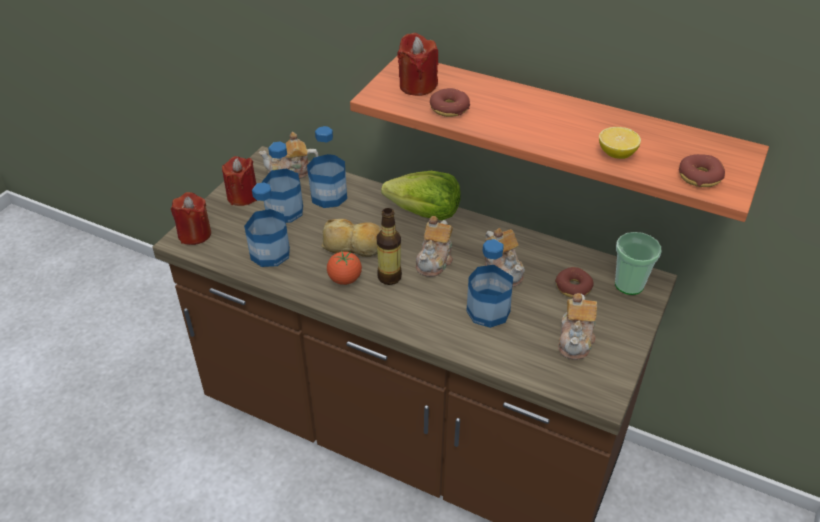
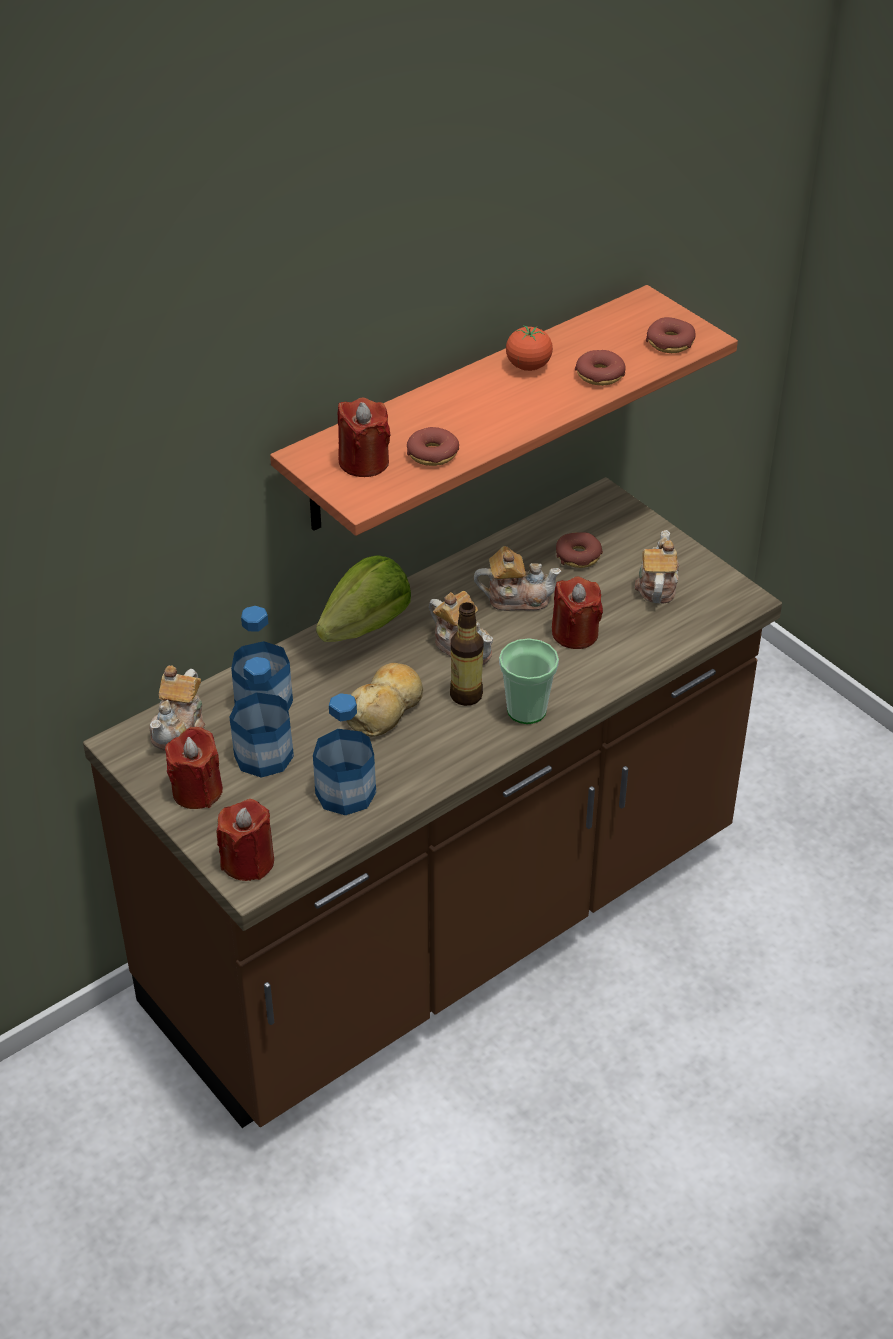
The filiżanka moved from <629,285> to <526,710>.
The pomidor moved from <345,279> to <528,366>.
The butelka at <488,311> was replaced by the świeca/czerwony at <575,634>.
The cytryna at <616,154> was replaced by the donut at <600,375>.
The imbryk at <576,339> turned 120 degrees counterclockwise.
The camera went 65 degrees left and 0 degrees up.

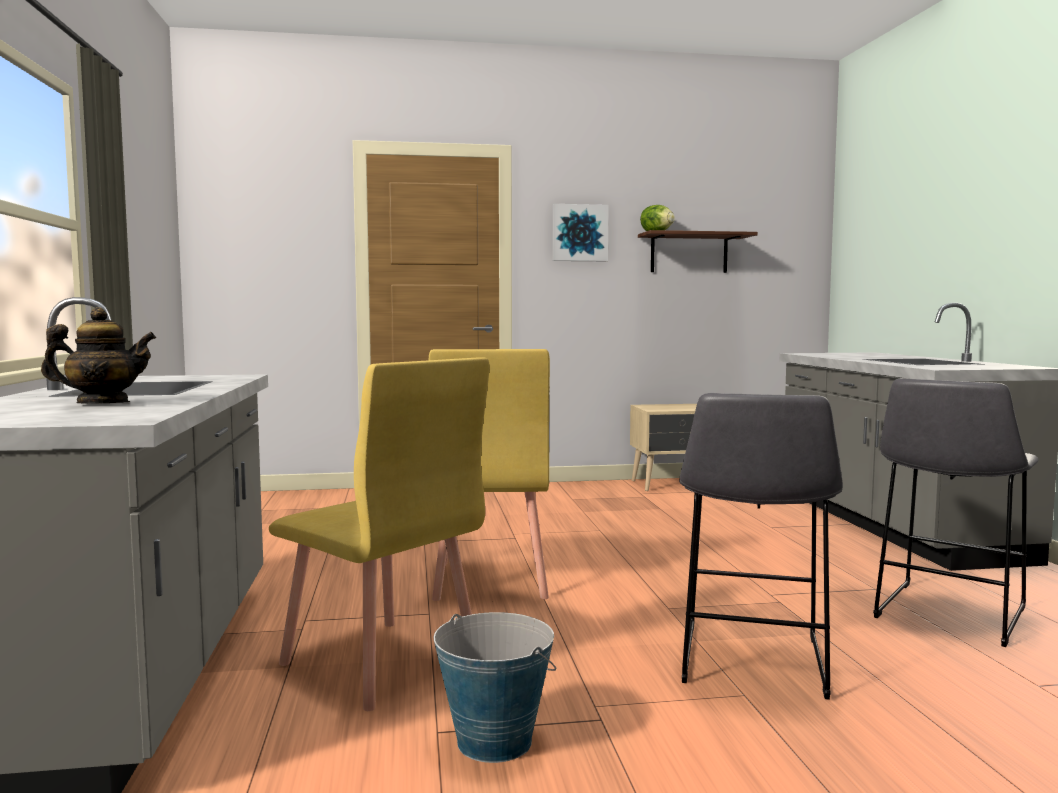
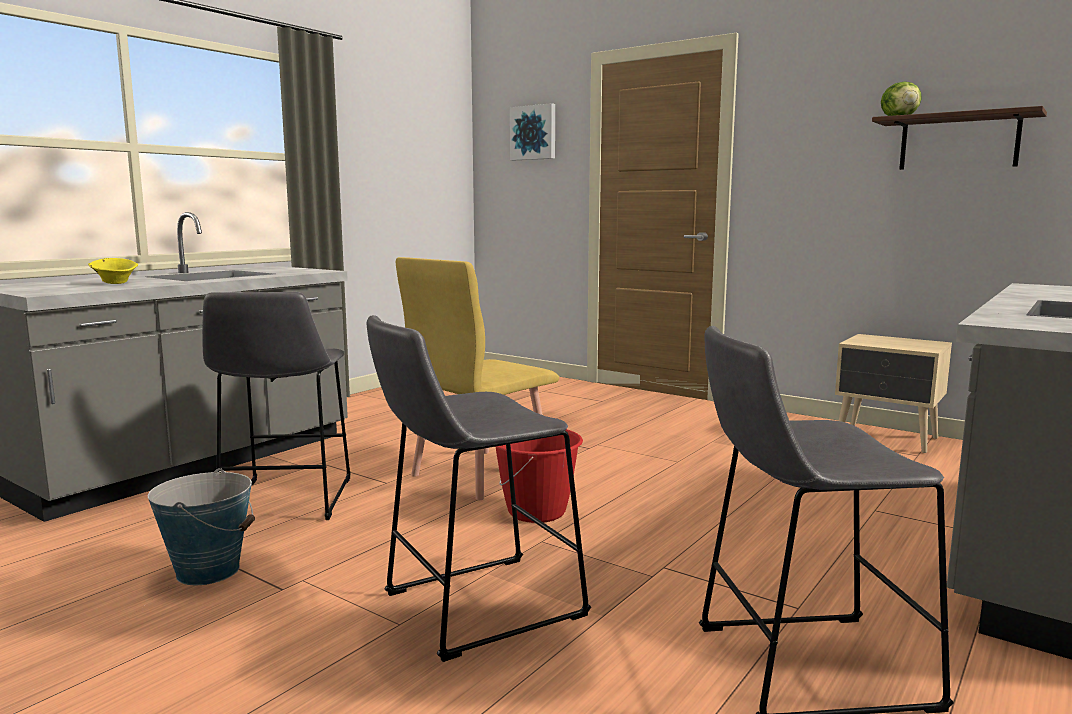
The imbryk at <103,403> was replaced by the miska/żółty at <116,283>.
The krzesło/żółty at <380,663> was replaced by the stołek/szary at <285,502>.
The wiadro/czerwony at <537,512> appeared.
The obraz moved from <579,233> to <534,132>.
The camera went 45 degrees right and 5 degrees up.

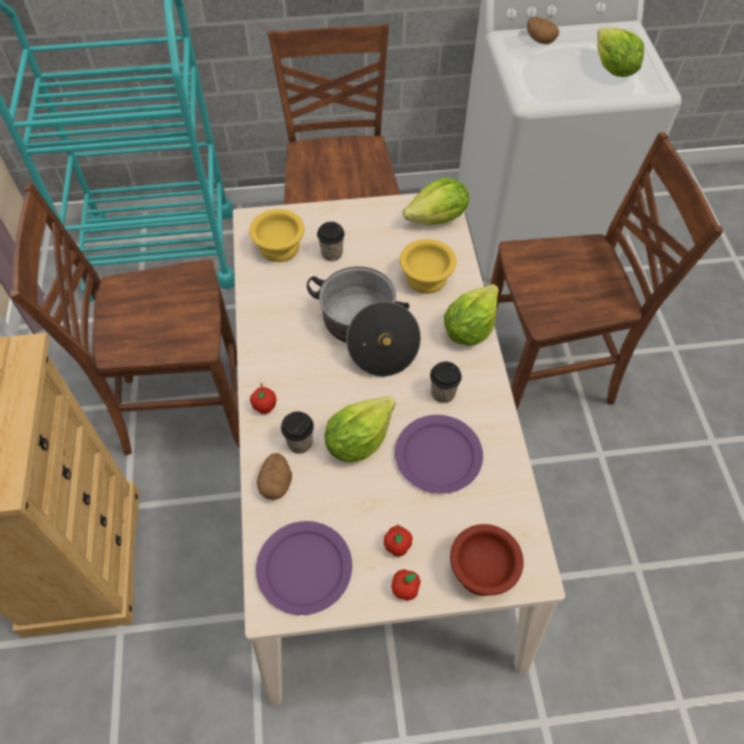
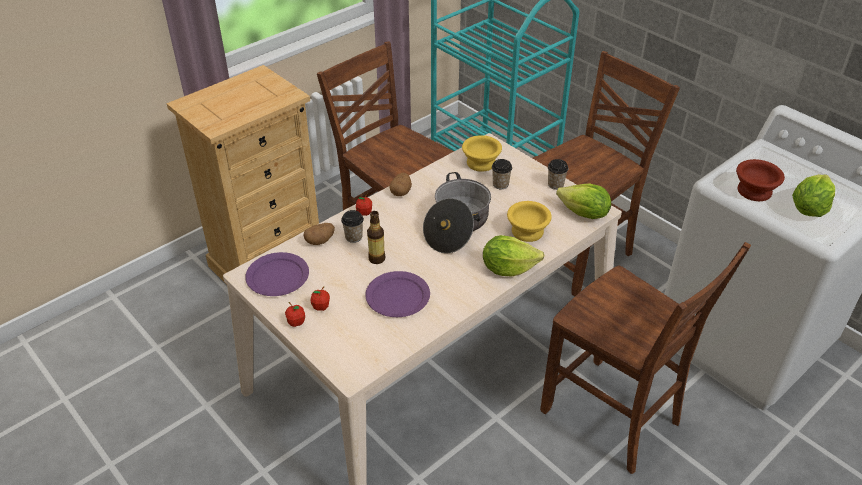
The sałata at <358,440> was replaced by the butelka at <377,259>.
The ziemniak moved from <540,40> to <401,192>.
The filiżanka moved from <443,393> to <555,185>.
The miska/brązowy moved from <482,568> to <755,191>.
The camera went 55 degrees right and 15 degrees down.

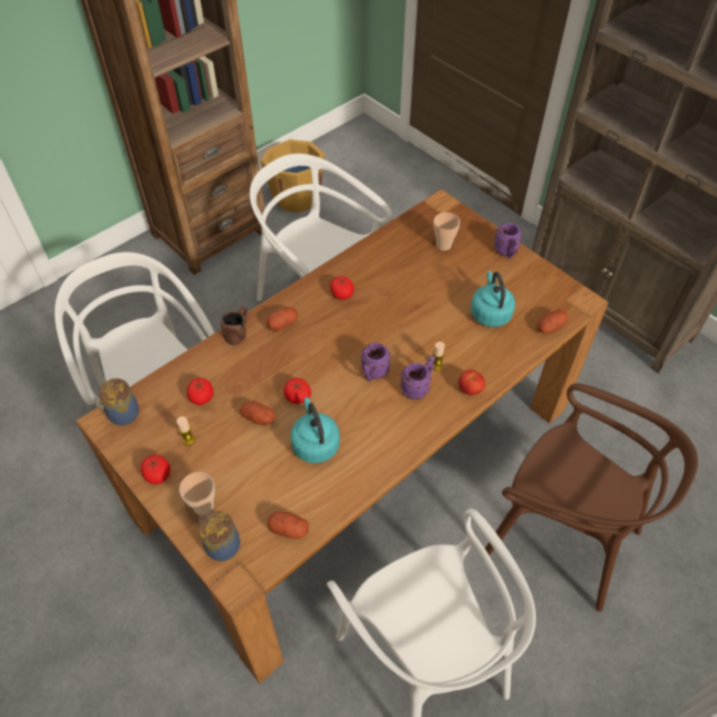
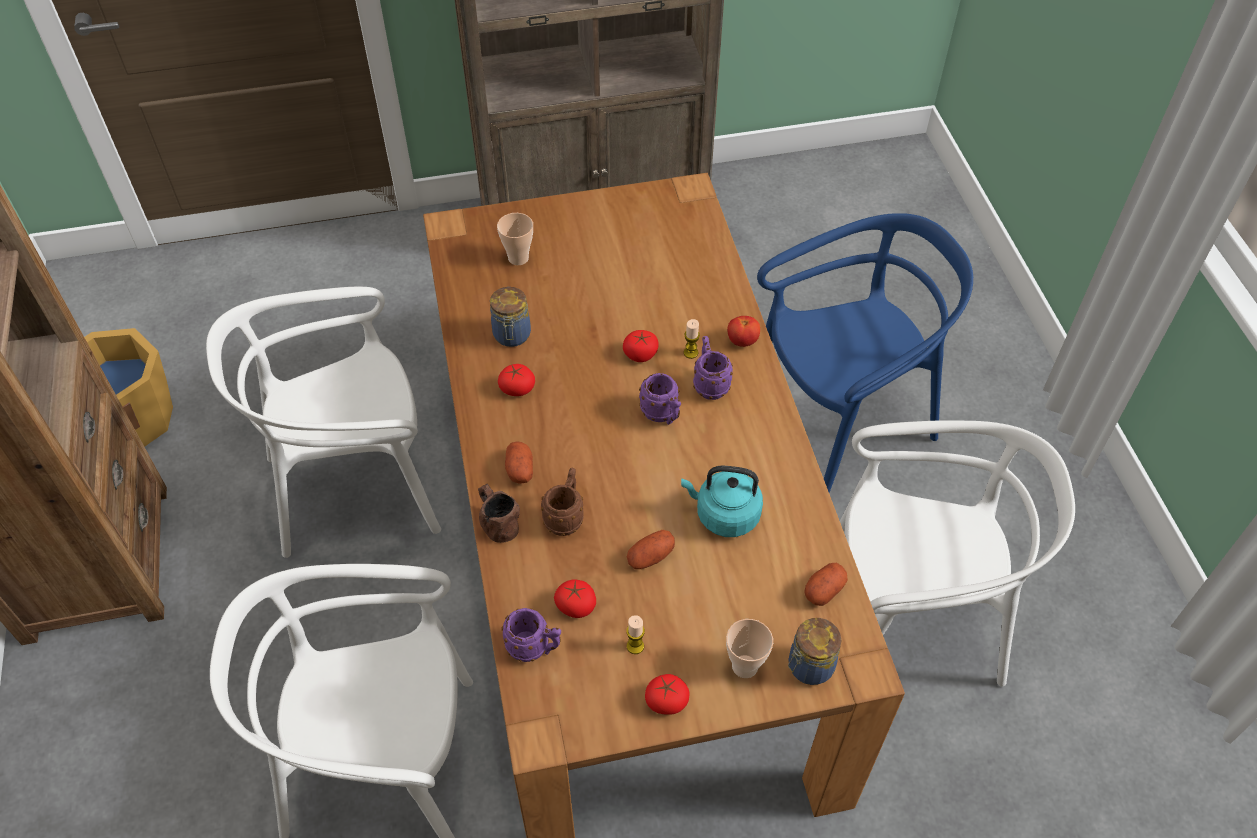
The słoik moved from <122,414> to <512,336>.
The kubek/fioletowy moved from <506,253> to <534,648>.
The kubek/brązowy at <566,517> appeared.
The pomidor moved from <297,396> to <640,354>.
The krzesło/brązowy at <562,536> became the krzesło/niebieski at <841,422>.
The czajnik/turkusowy at <490,313> disappeared.
The ziemniak at <550,327> disappeared.
The camera went 60 degrees left and 0 degrees up.

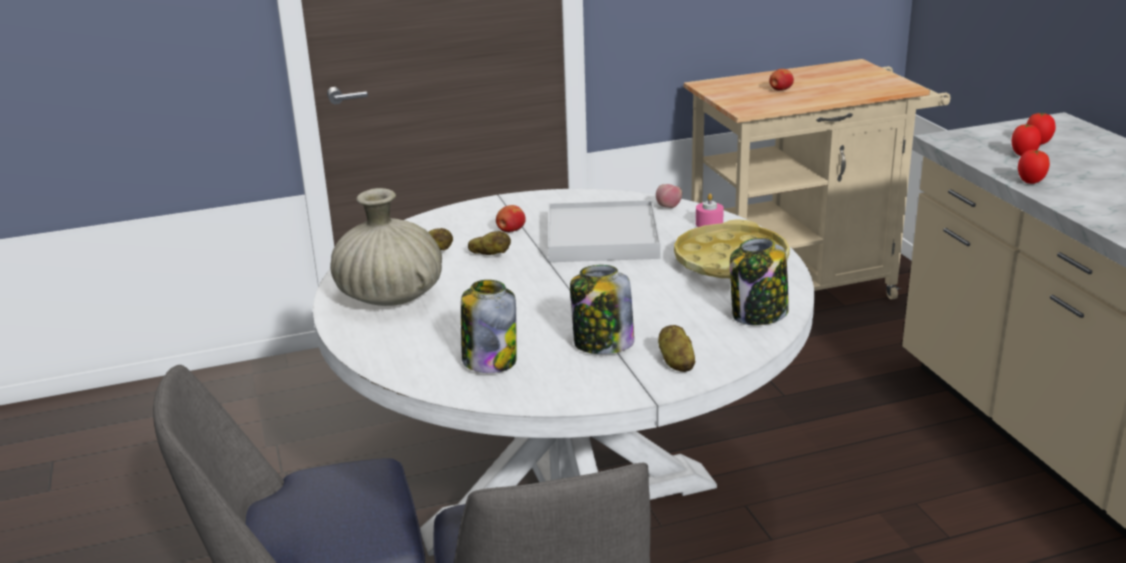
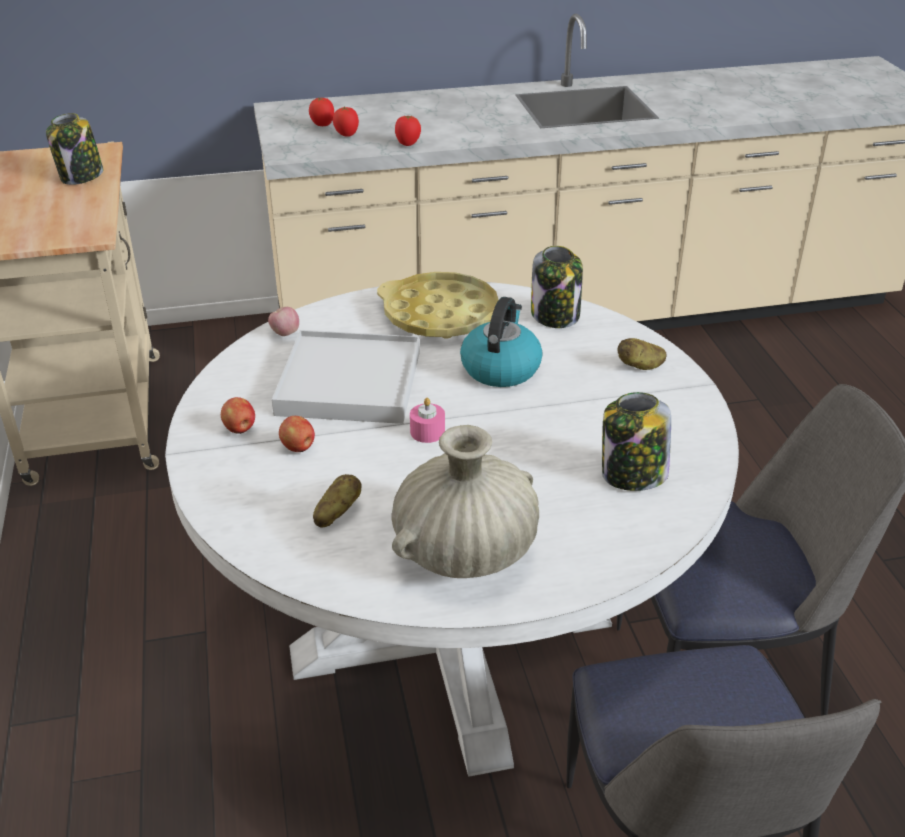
The słoik moved from <602,344> to <81,176>.
The jabłko moved from <780,90> to <240,429>.
The świeca/różowy moved from <709,224> to <427,432>.
The czajnik at <500,368> appeared.
The ziemniak at <490,255> disappeared.
The camera went 85 degrees left and 10 degrees up.

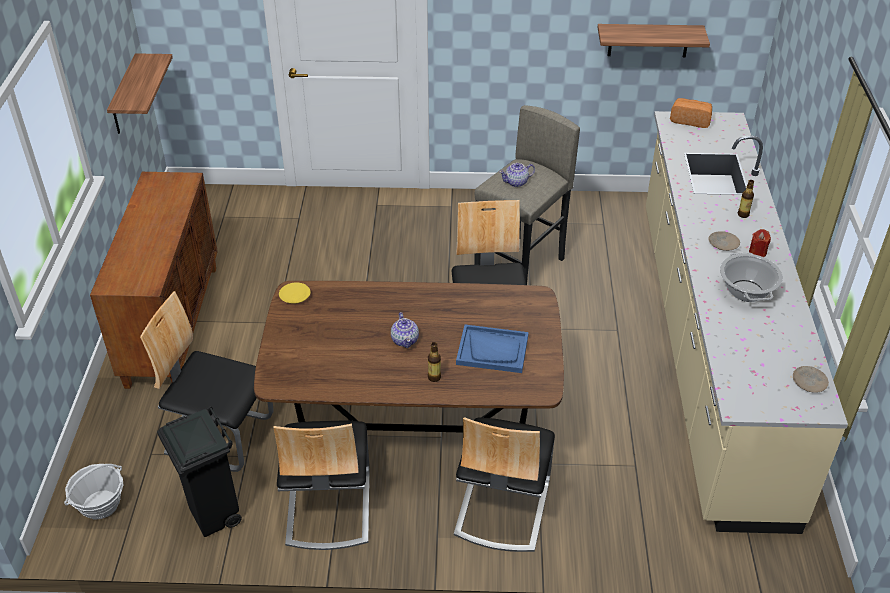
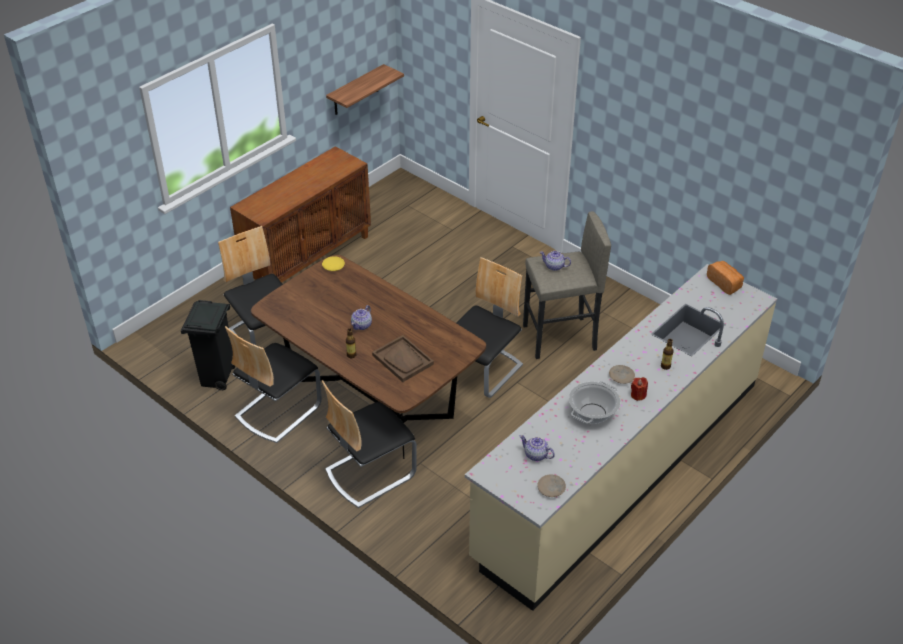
The taca/niebieski at <492,350> became the taca/brązowy at <403,360>.
The imbryk at <536,455> appeared.
The koszyk at <100,504> disappeared.
The półka at <648,40> disappeared.
The camera went 40 degrees right and 0 degrees up.

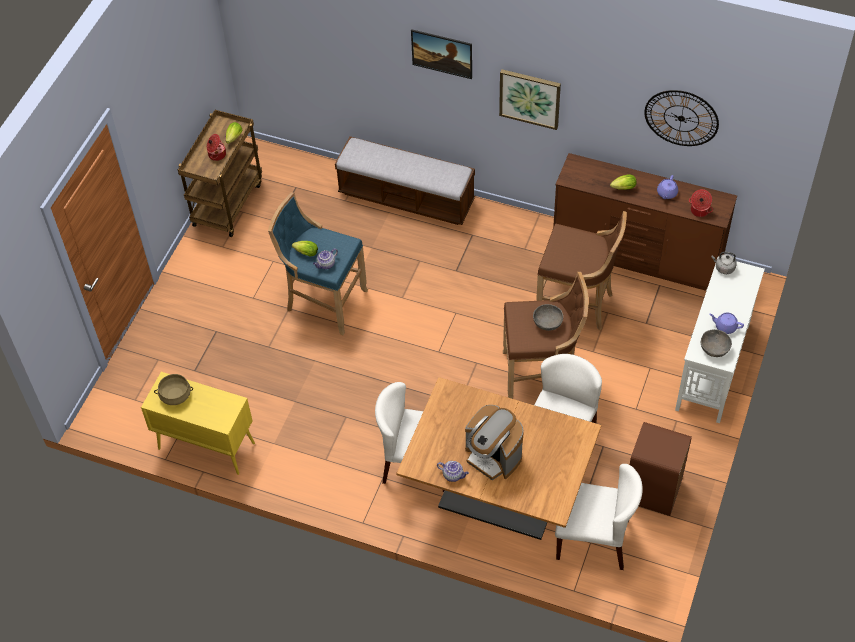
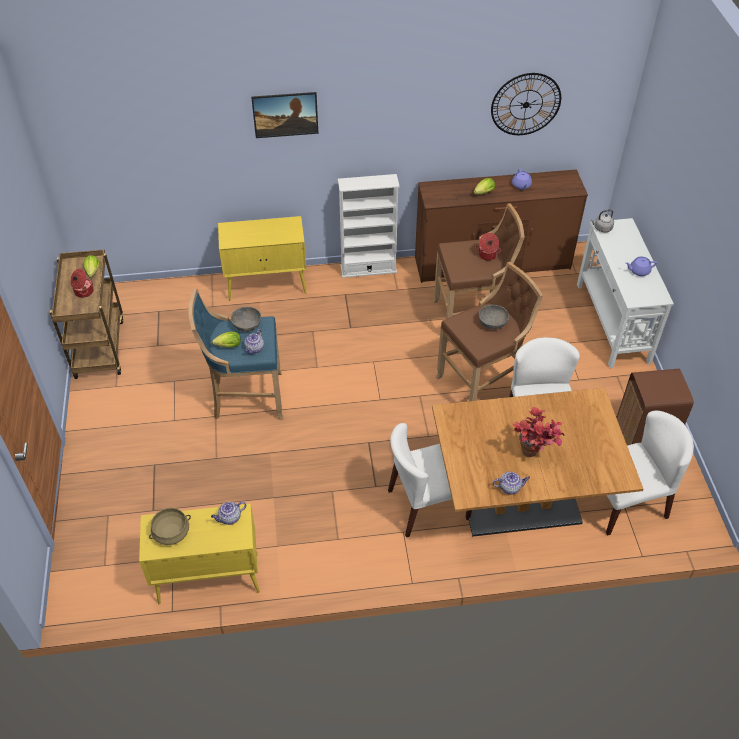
The imbryk at <229,518> appeared.
The ławka at <406,198> was replaced by the szafka/żółty at <267,285>.
The miska/szary moved from <714,348> to <247,325>.
The regał/biały at <368,269> appeared.
The garnek moved from <699,210> to <487,255>.
The ekspres do kawy at <493,457> was replaced by the roślina doniczkowa at <534,455>.
The obraz at <530,98> disappeared.
The camera went 30 degrees left and 5 degrees down.

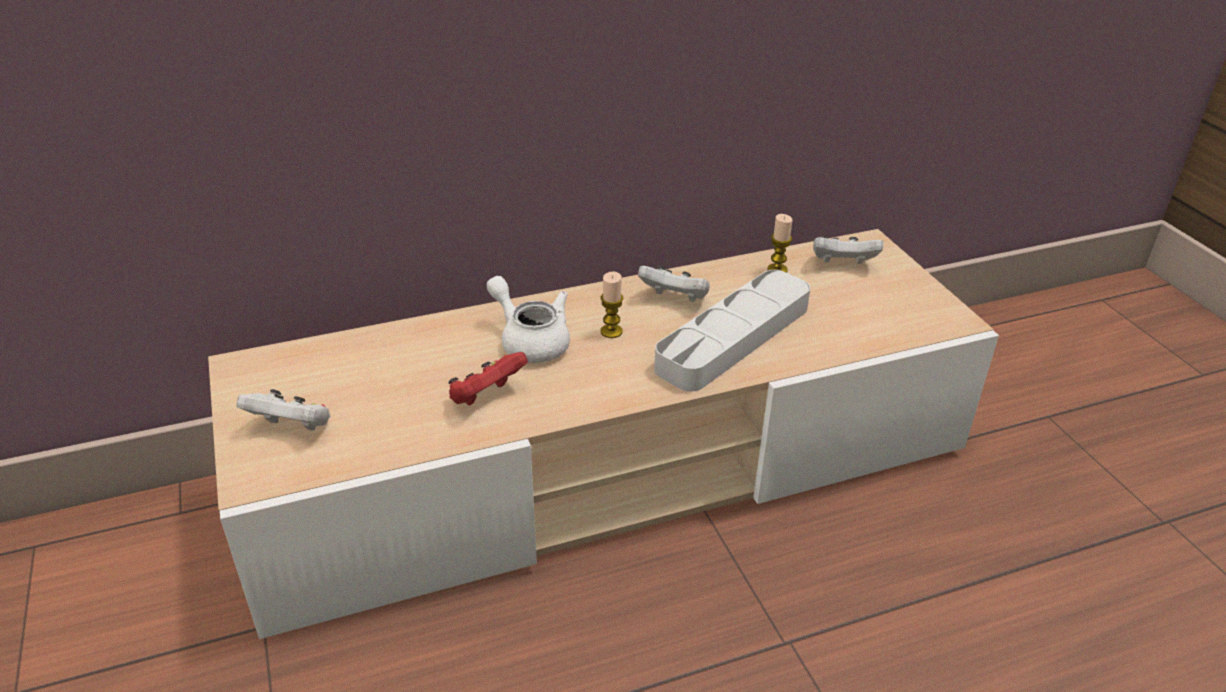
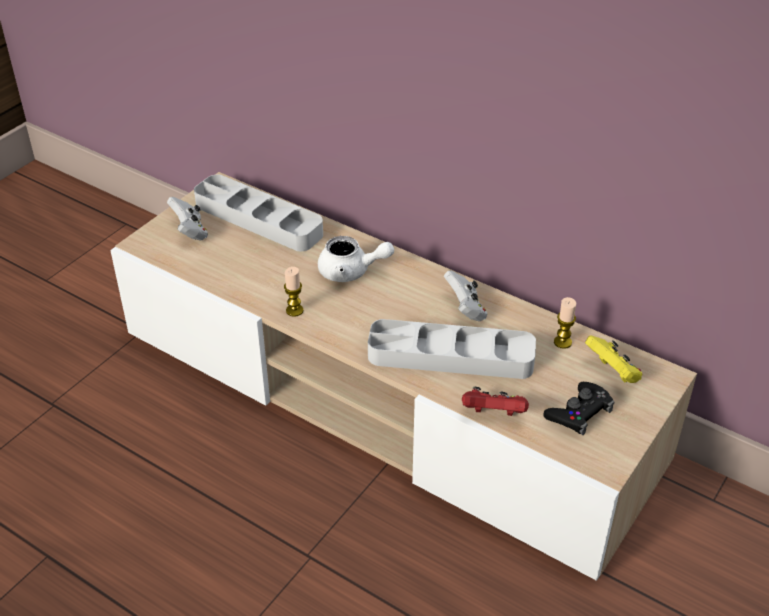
The taca/szary at <258,219> appeared.
The świeca moved from <611,331> to <294,310>.
The imbryk/biały at <530,340> turned 90 degrees clockwise.
The pad do gier/czerwony moved from <486,396> to <493,414>.
The pad do gier/czarny at <579,413> appeared.
The pad do gier/biały at <842,264> became the pad do gier/żółty at <613,373>.
The camera went 55 degrees right and 5 degrees up.

